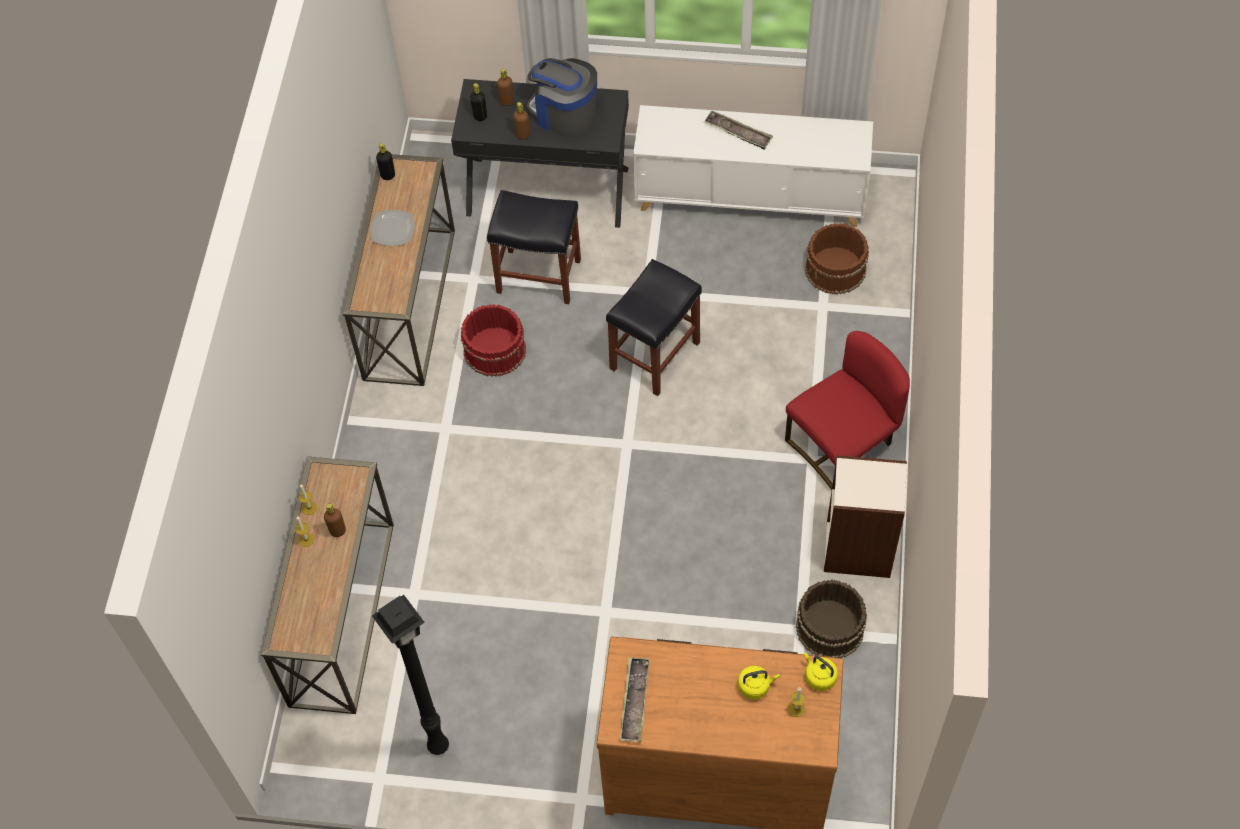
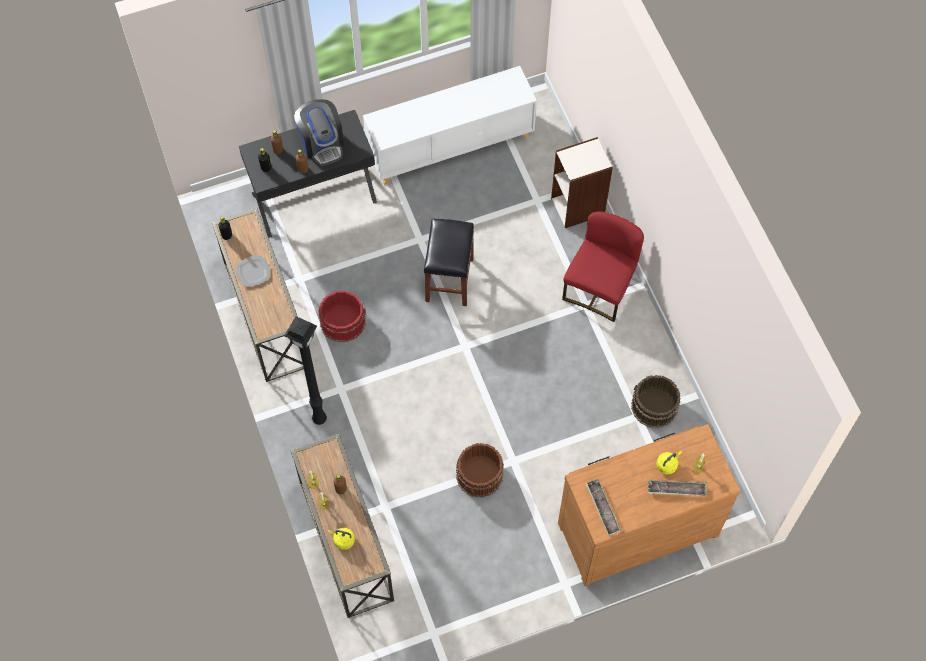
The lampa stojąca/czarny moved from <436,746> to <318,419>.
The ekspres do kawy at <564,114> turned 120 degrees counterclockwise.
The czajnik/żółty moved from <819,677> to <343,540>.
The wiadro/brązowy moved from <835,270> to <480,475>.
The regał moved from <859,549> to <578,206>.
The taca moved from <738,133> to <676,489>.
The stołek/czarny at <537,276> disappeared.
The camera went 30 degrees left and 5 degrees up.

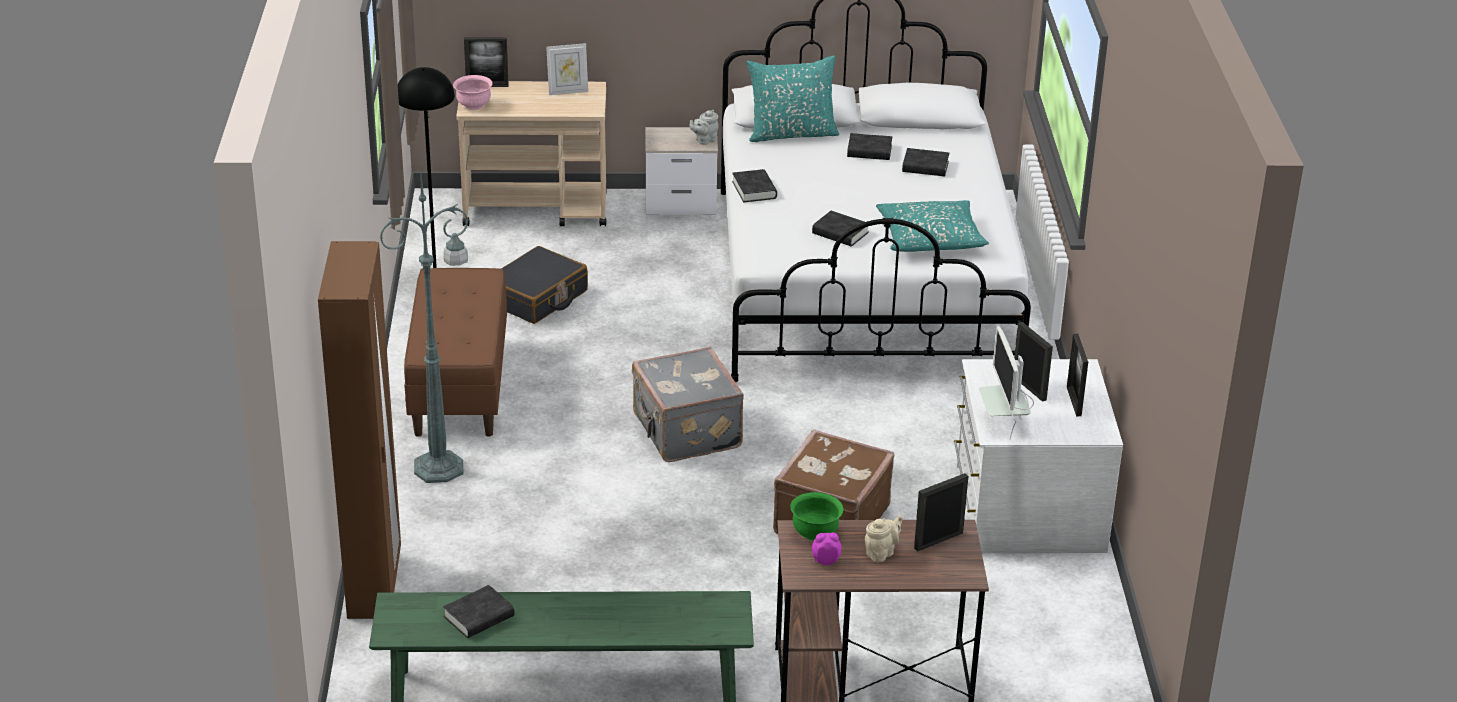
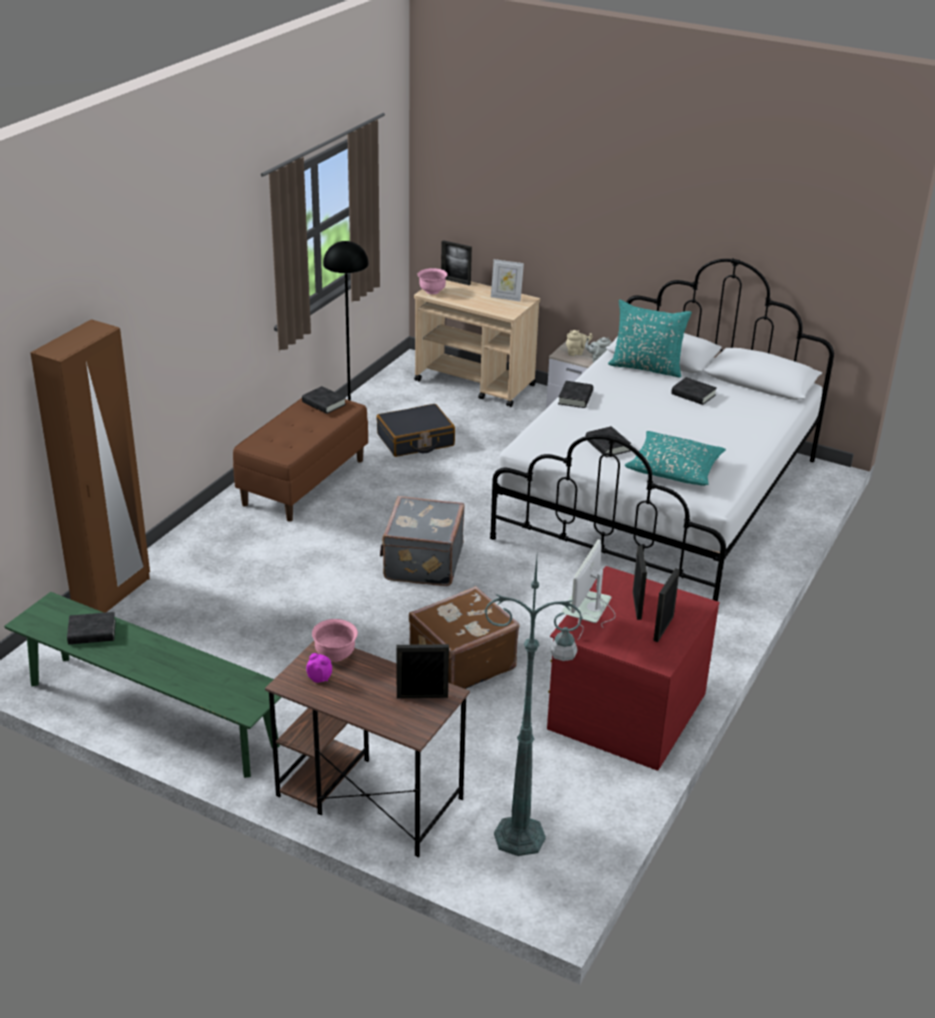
The książka/czarny moved from <925,167> to <324,403>.
The miska/zielony at <815,533> became the miska/różowy at <335,655>.
The lampa stojąca/zielony moved from <441,467> to <522,837>.
The komoda/biały at <1027,508> became the komoda/czerwony at <624,710>.
The imbryk/beżowy moved from <881,553> to <576,353>.
The camera went 30 degrees right and 0 degrees up.

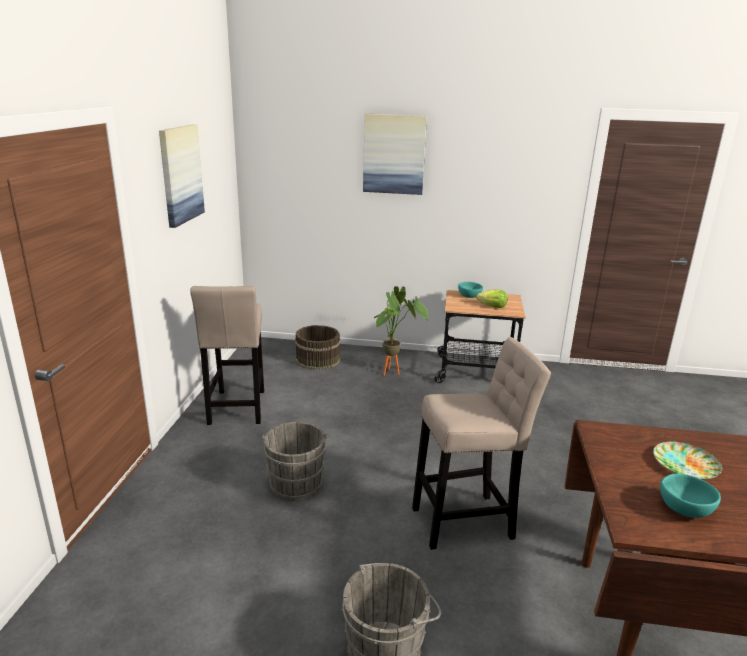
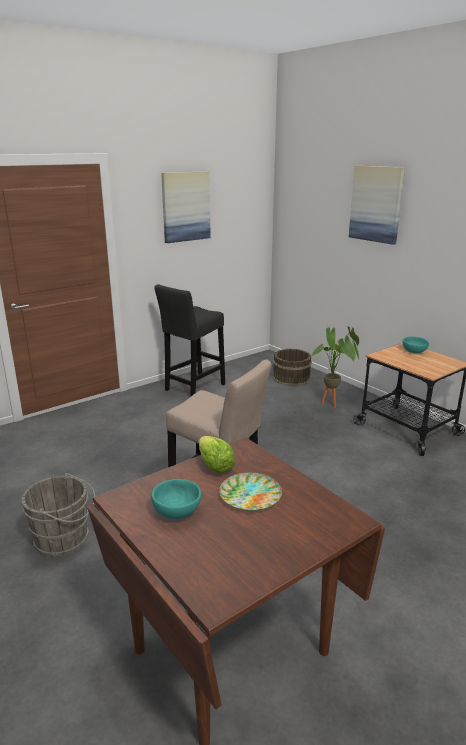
The stołek/beżowy at <237,409> became the stołek/czarny at <193,388>.
The sałata moved from <492,307> to <215,466>.
The wiadro/szary at <296,482> disappeared.
The camera went 45 degrees right and 0 degrees up.

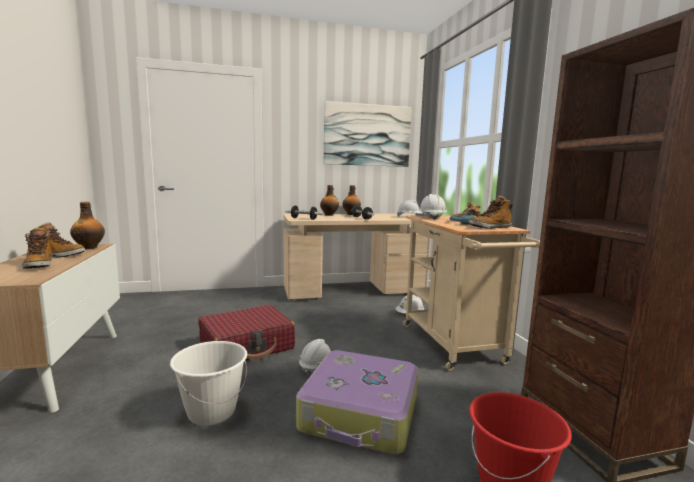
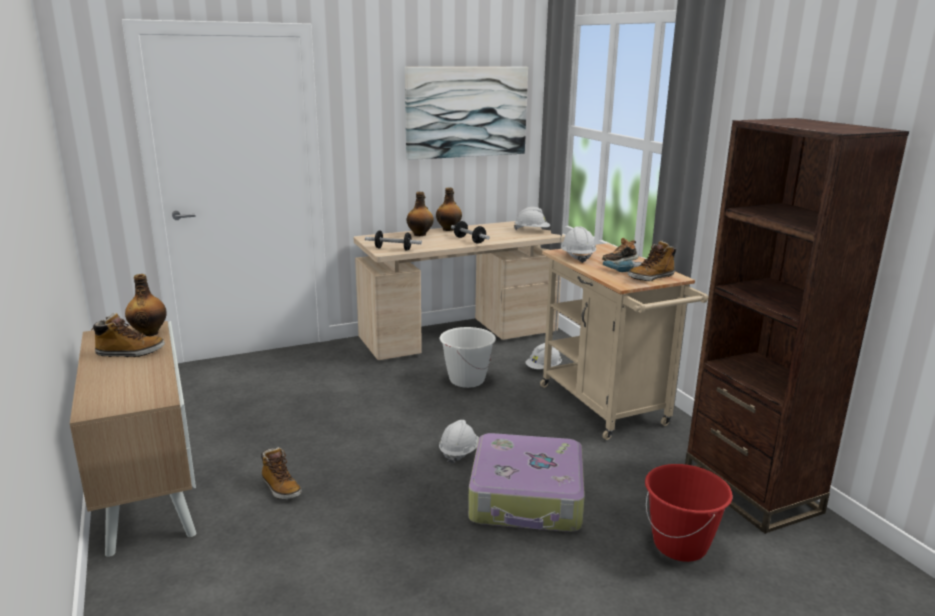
The but z cholewką moved from <39,265> to <280,488>.
The wiadro/biały moved from <211,412> to <466,380>.
The walizka/czerwony at <247,346> disappeared.
The camera went 10 degrees left and 10 degrees up.

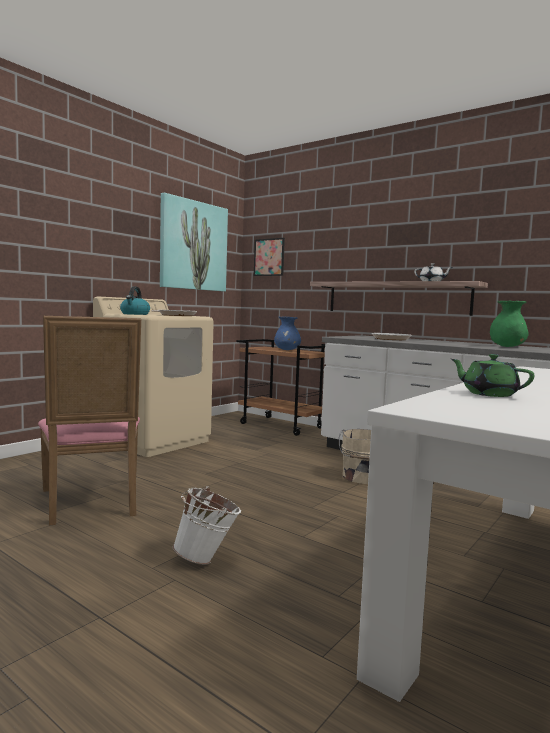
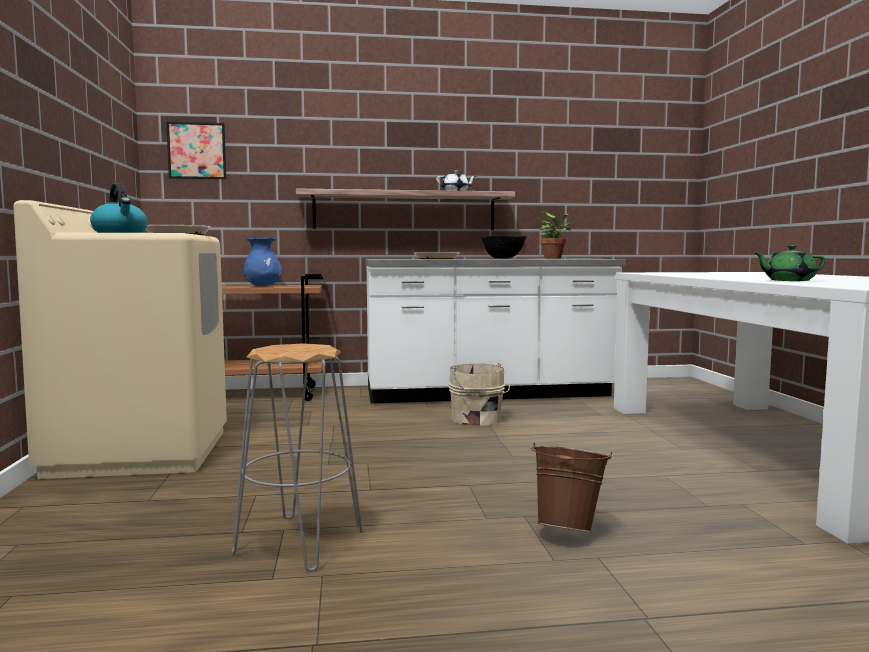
The krzesło/różowy at <92,504> was replaced by the stołek/szary at <298,543>.
The miska/czarny at <503,258> appeared.
The wiadro/biały at <207,559> became the wiadro/brązowy at <568,529>.
The wazon/zielony at <507,346> was replaced by the roślina doniczkowa at <554,258>.
The obraz at <193,246> disappeared.
The camera went 45 degrees left and 0 degrees up.

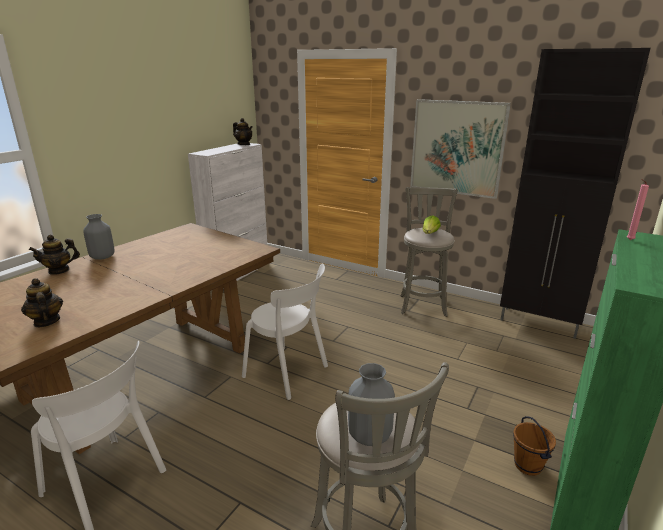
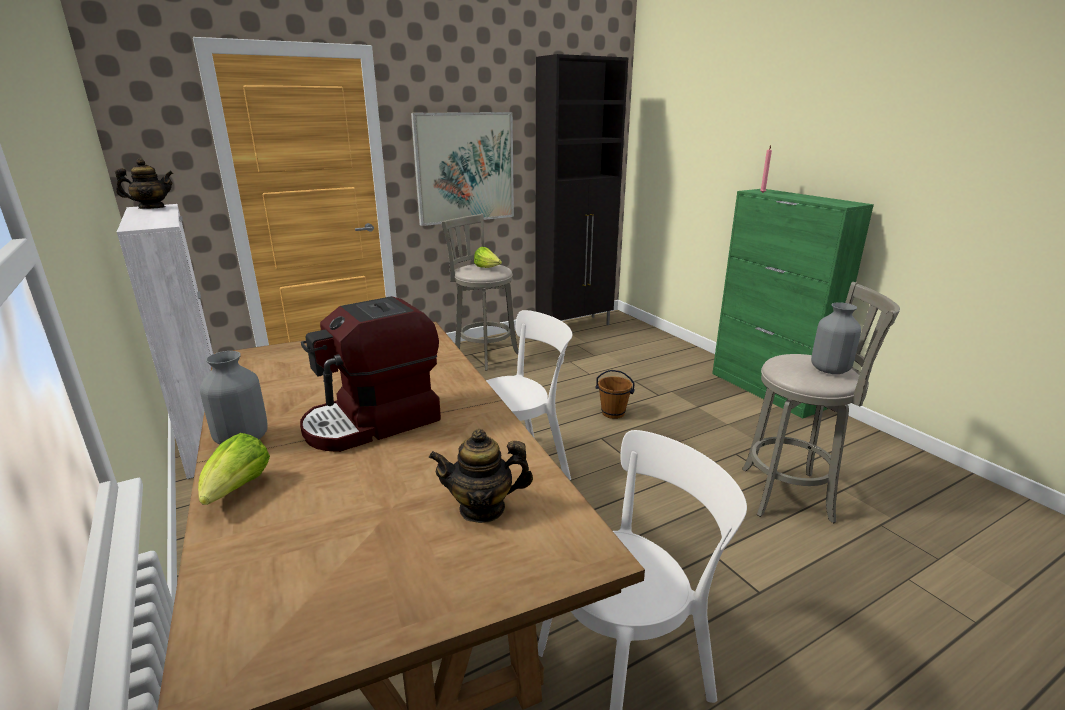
The imbryk at <59,270> was replaced by the sałata at <237,490>.
The ekspres do kawy at <374,422> appeared.
The wiadro/brązowy moved from <528,465> to <613,413>.
The camera went 60 degrees left and 0 degrees up.

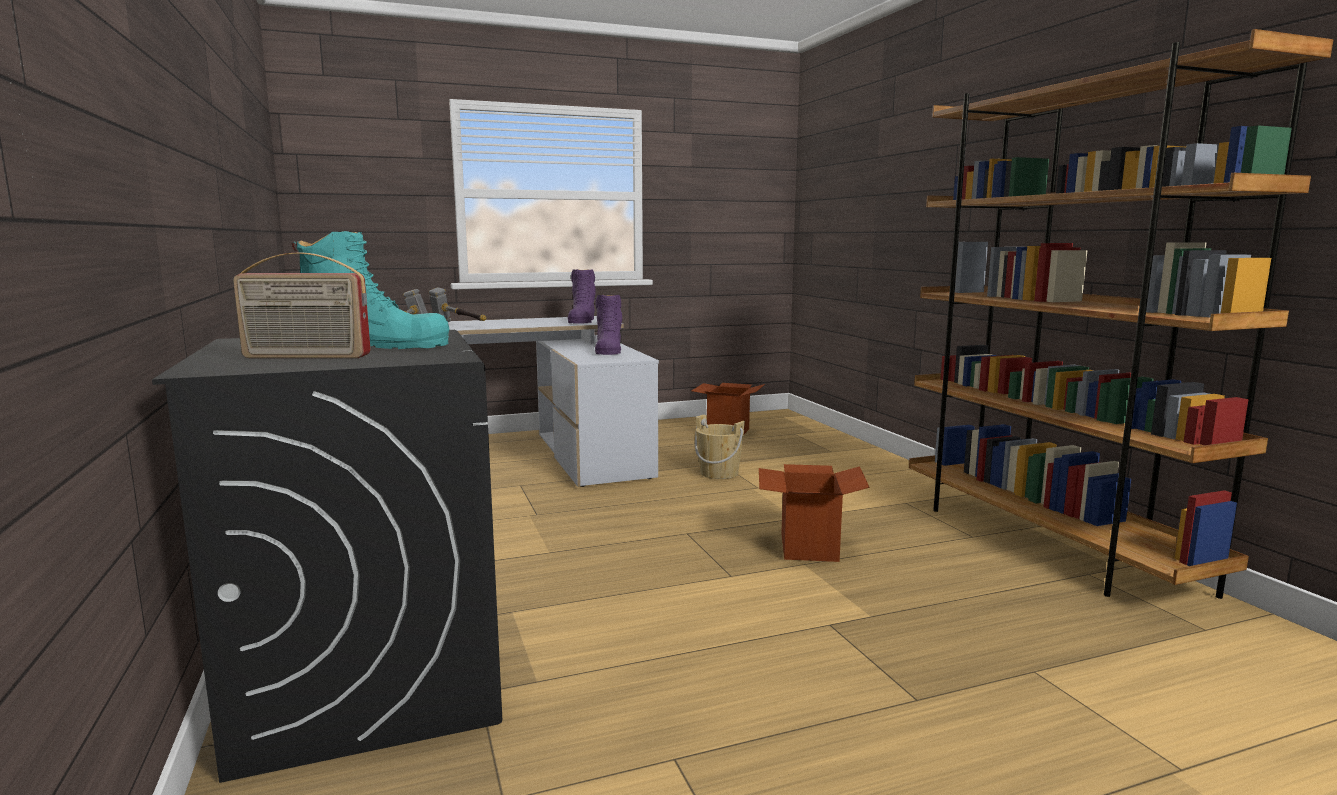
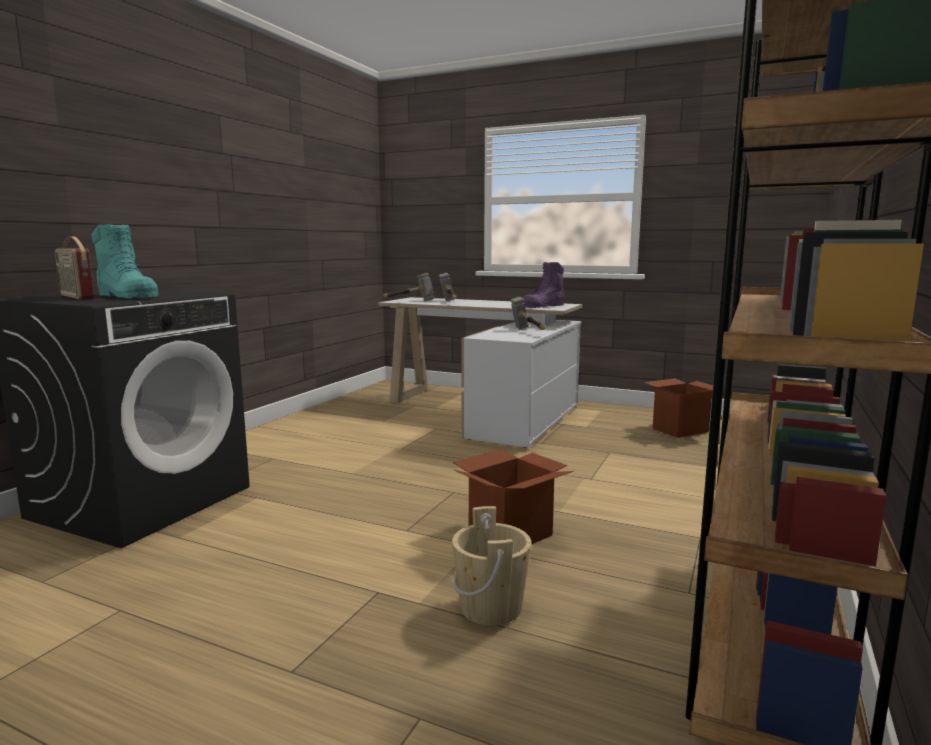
The wiadro/beżowy moved from <719,473> to <490,607>.
The but z cholewką/fioletowy at <608,350> was replaced by the młotek at <528,332>.
The camera went 45 degrees right and 0 degrees up.

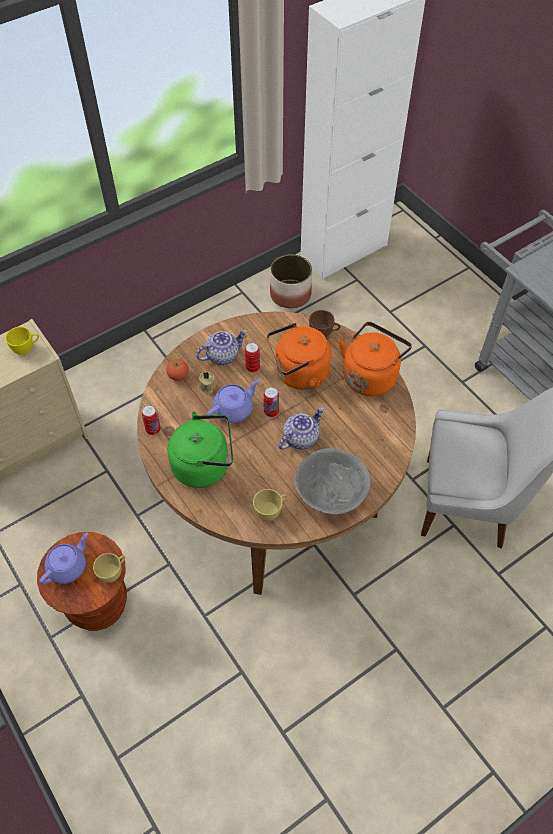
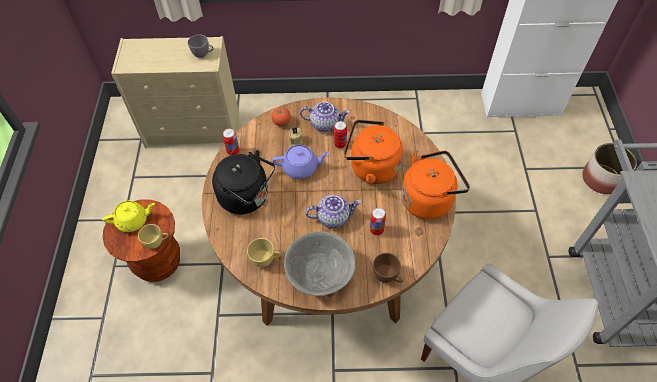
The imbryk/fioletowy at <68,566> became the imbryk/żółty at <133,220>.
The filiżanka/żółty at <26,348> became the filiżanka/szary at <203,54>.
The czajnik/zielony at <205,465> became the czajnik/czarny at <247,197>.
The puszka moved from <271,412> to <376,230>.
The filiżanka/brązowy moved from <324,333> to <387,277>.
The donica moved from <290,294> to <601,179>.
The camera went 35 degrees right and 0 degrees up.

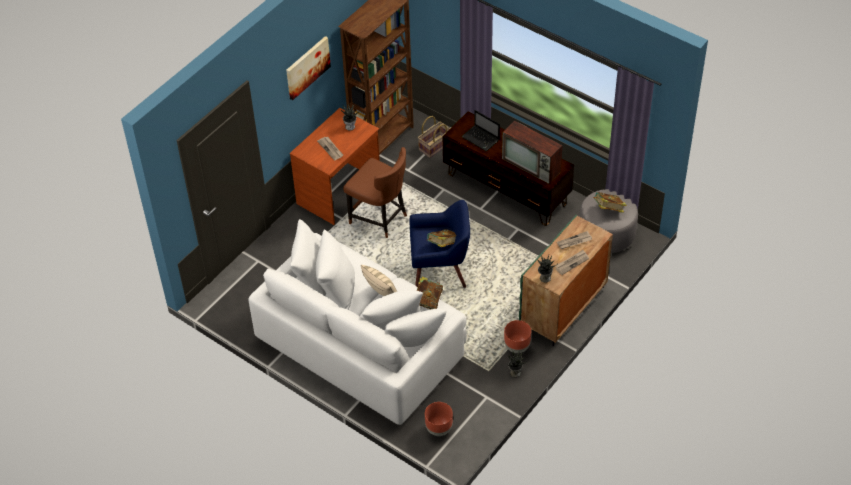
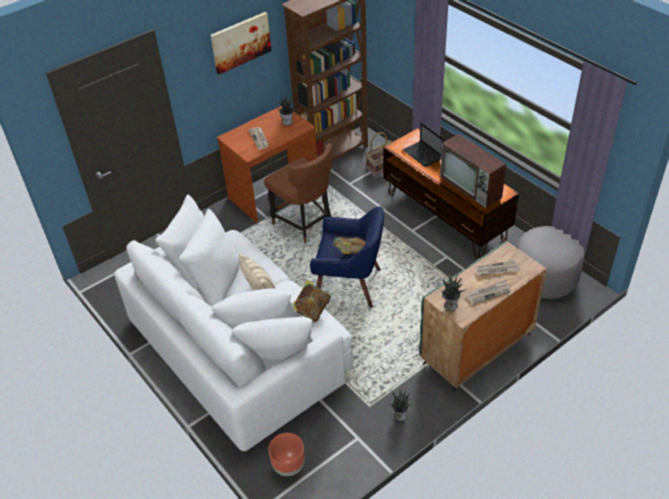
The donica/brązowy at <517,347> disappeared.
The książka at <608,209> disappeared.
The camera went 15 degrees right and 5 degrees down.

